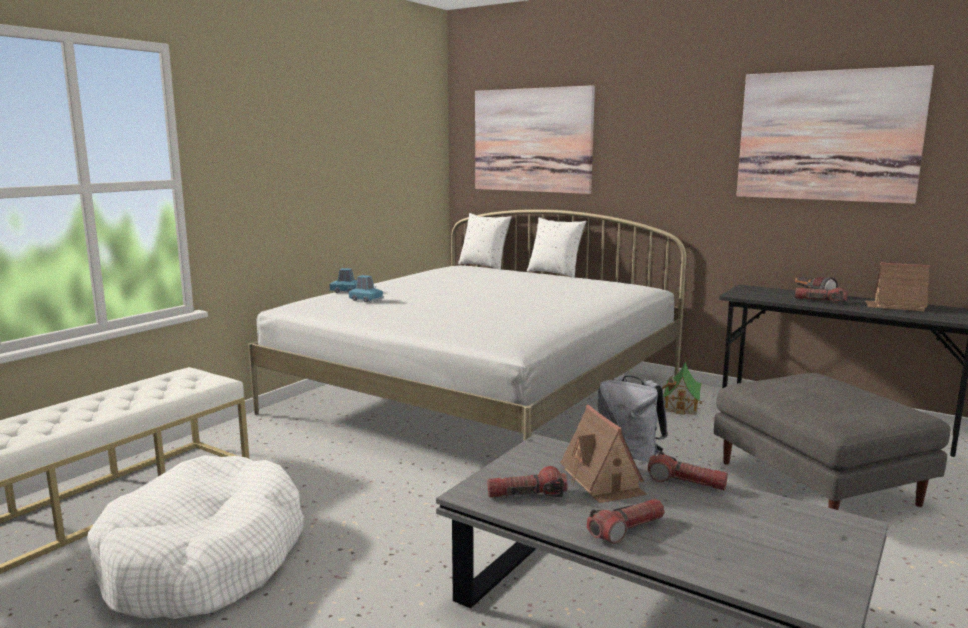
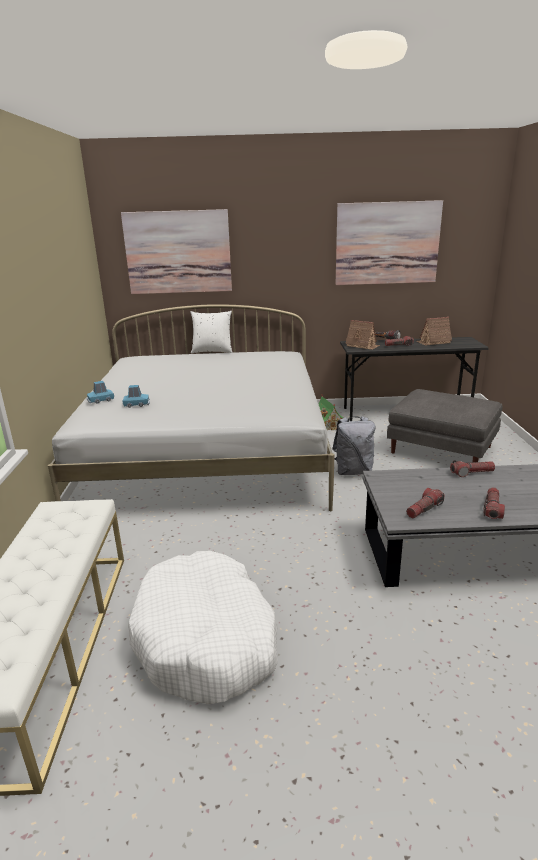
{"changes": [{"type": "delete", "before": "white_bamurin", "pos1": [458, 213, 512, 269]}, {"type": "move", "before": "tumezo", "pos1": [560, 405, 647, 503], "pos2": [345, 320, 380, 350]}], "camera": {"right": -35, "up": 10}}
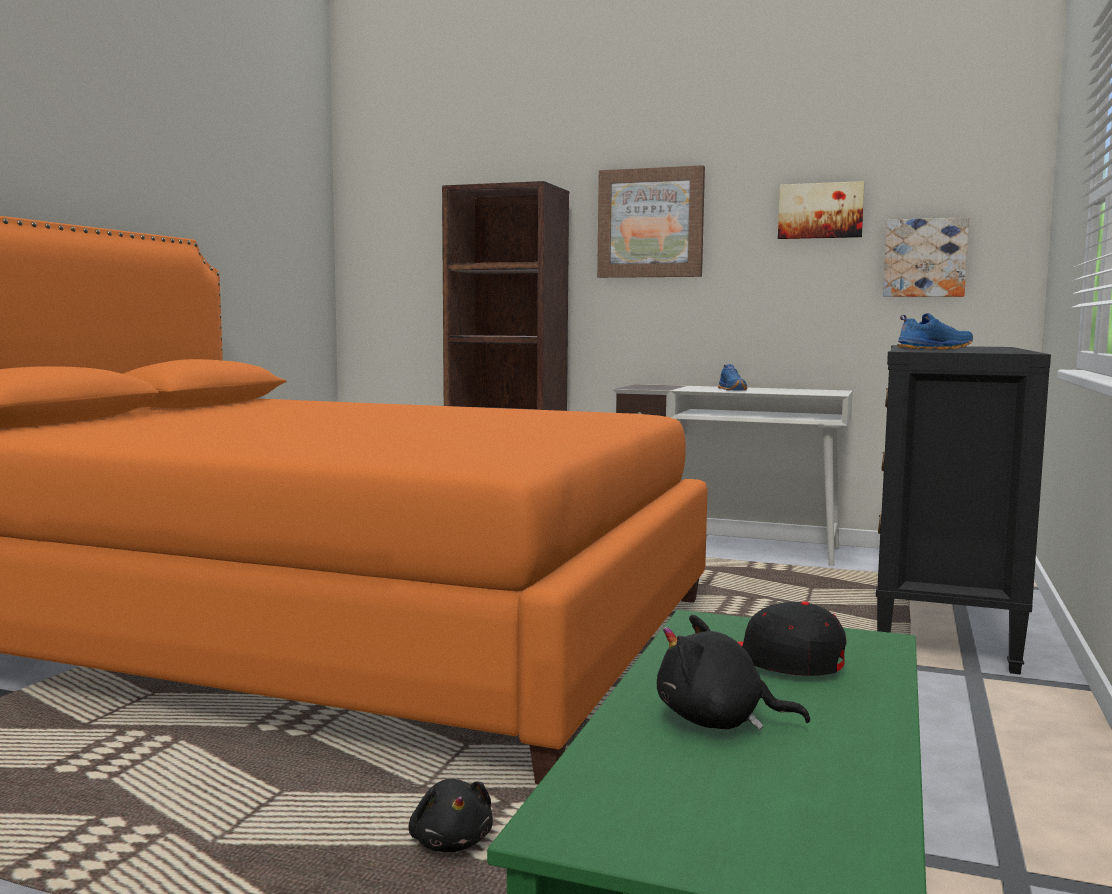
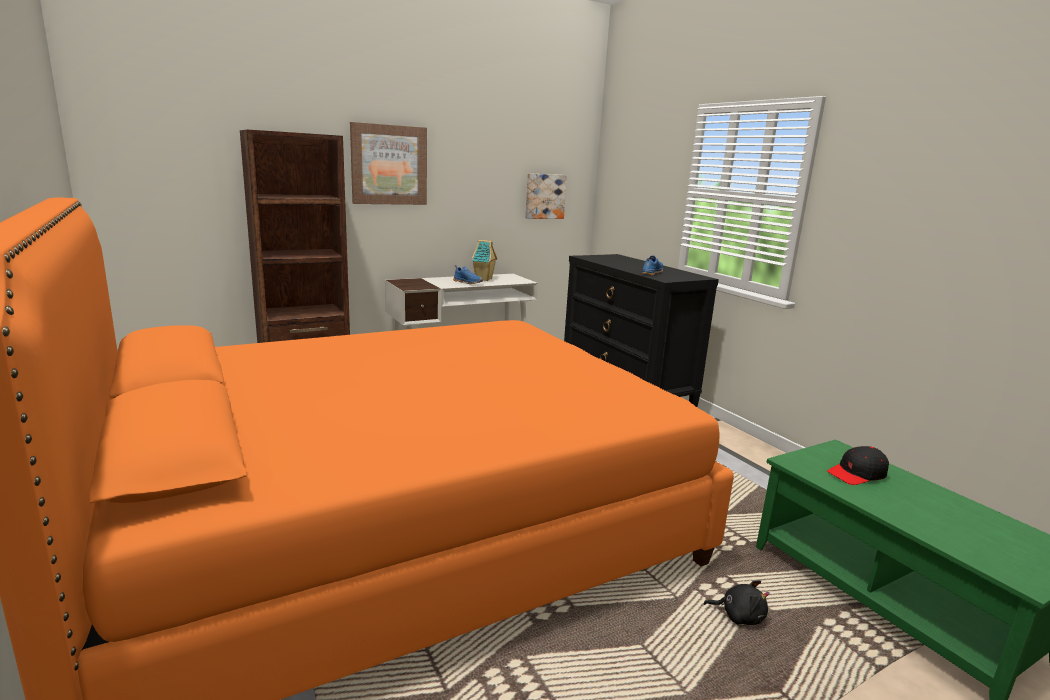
{"changes": [{"type": "delete", "before": "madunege", "pos1": [778, 181, 865, 239]}, {"type": "delete", "before": "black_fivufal", "pos1": [657, 615, 810, 730]}, {"type": "insert", "after": "tumezo", "pos2": [471, 239, 497, 281]}], "camera": {"right": -50, "up": 10}}
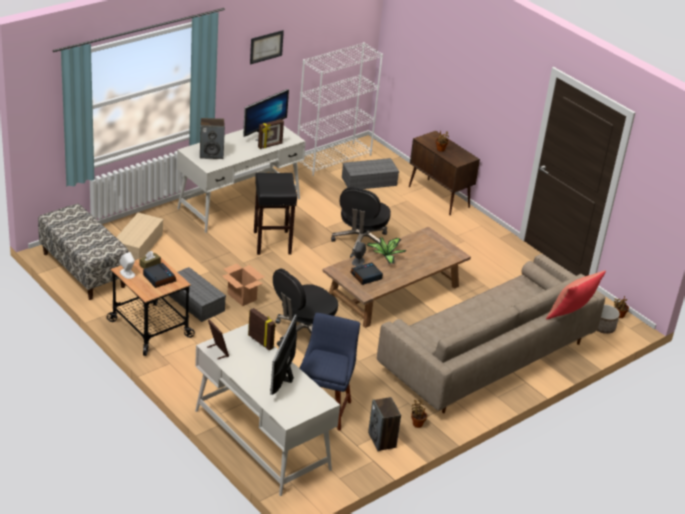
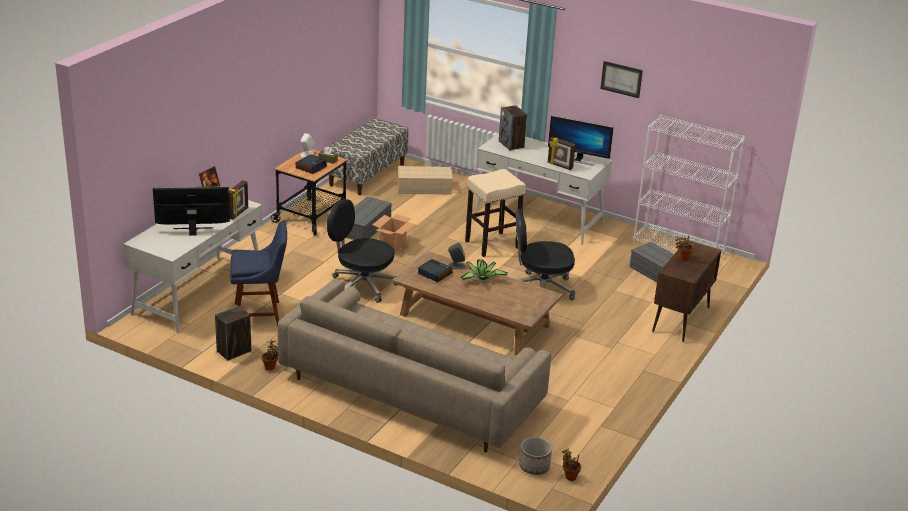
{"changes": [{"type": "recolor", "before": "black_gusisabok", "after": "beige_gusisabok", "pos1": [254, 173, 297, 255], "pos2": [465, 169, 526, 257]}, {"type": "delete", "before": "red_bamurin", "pos1": [546, 270, 606, 319]}], "camera": {"right": 70, "up": -5}}
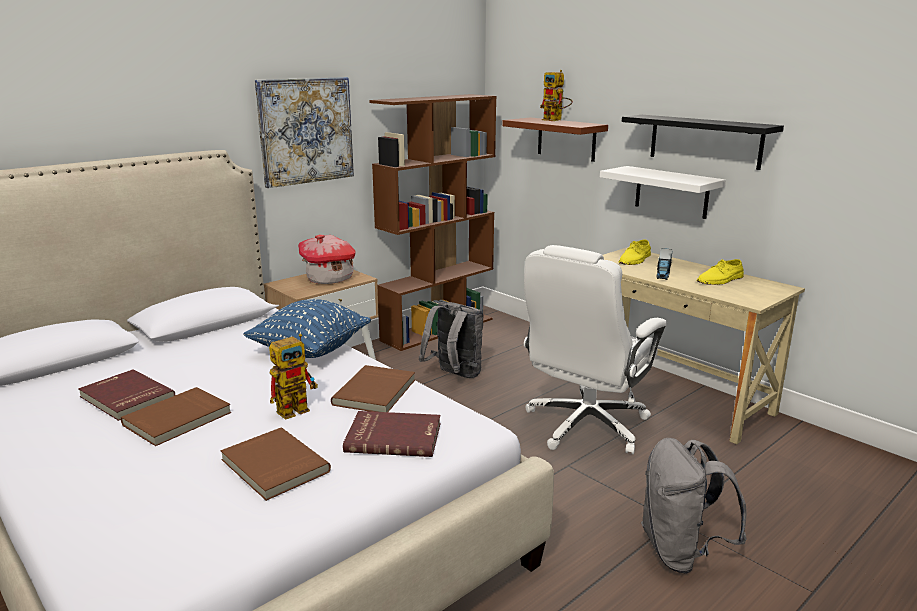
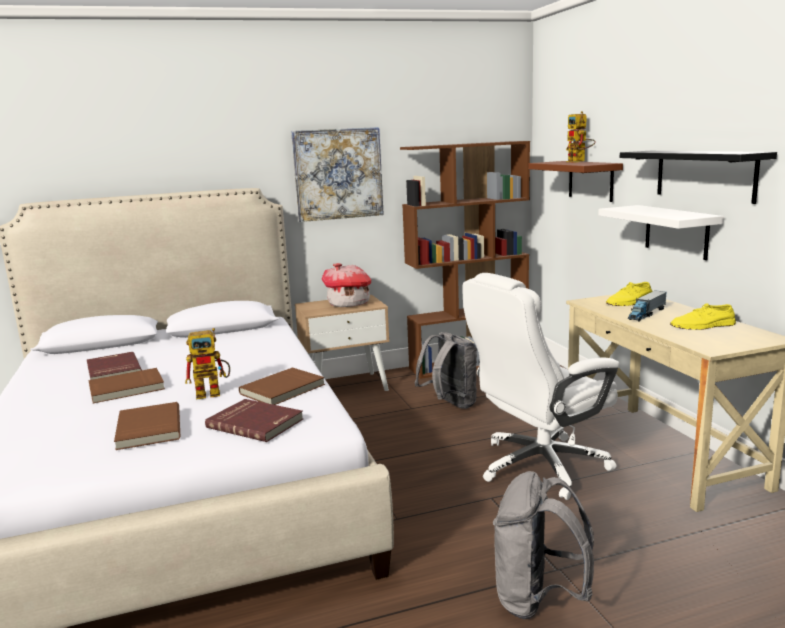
{"changes": [{"type": "delete", "before": "blue_bamurin", "pos1": [243, 299, 371, 358]}], "camera": {"right": 25, "up": -5}}
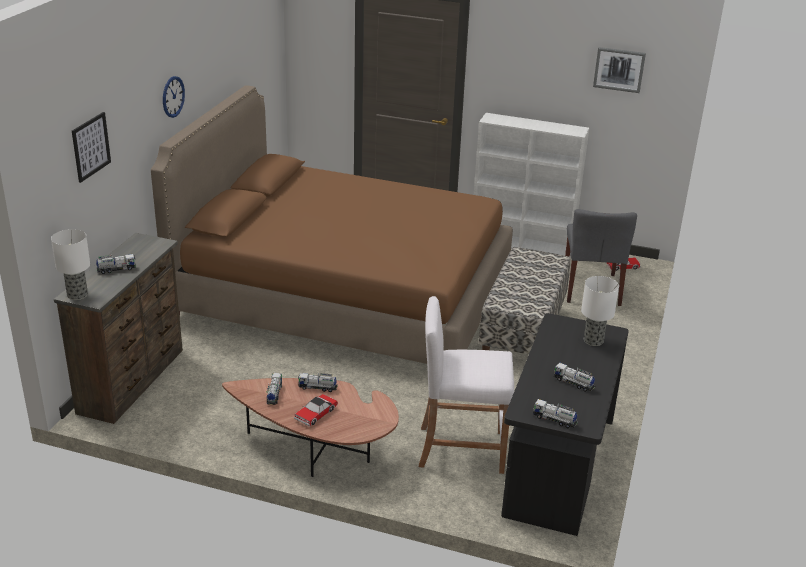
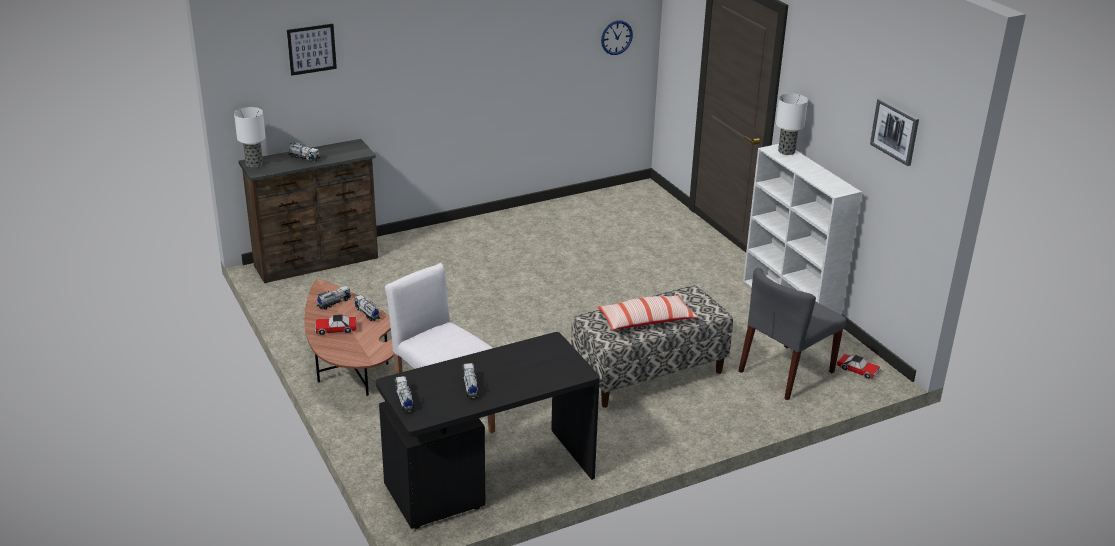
{"changes": [{"type": "move", "before": "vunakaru", "pos1": [163, 76, 185, 118], "pos2": [601, 20, 633, 55]}, {"type": "delete", "before": "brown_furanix", "pos1": [151, 85, 513, 364]}, {"type": "move", "before": "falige", "pos1": [581, 276, 619, 346], "pos2": [776, 93, 808, 155]}, {"type": "insert", "after": "bamurin", "pos2": [597, 294, 698, 330]}], "camera": {"right": 45, "up": 0}}
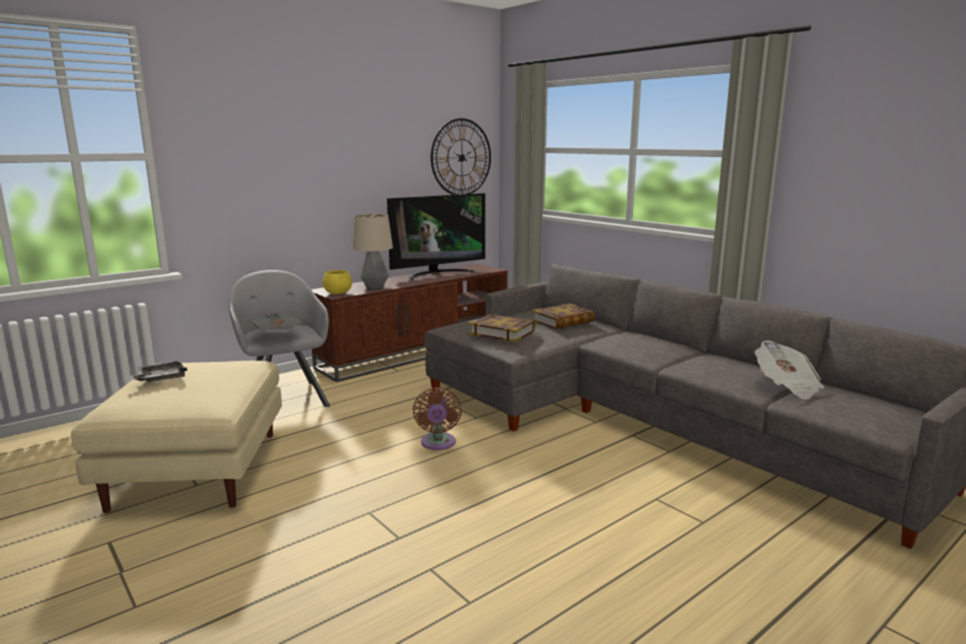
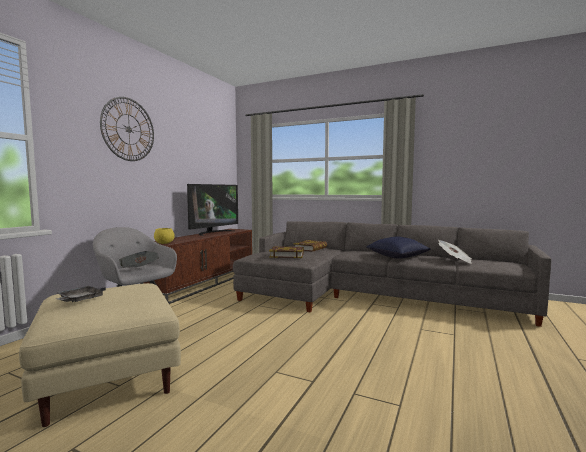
{"changes": [{"type": "move", "before": "vunakaru", "pos1": [431, 118, 491, 195], "pos2": [100, 97, 154, 161]}, {"type": "delete", "before": "falige", "pos1": [353, 214, 393, 289]}, {"type": "delete", "before": "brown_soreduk", "pos1": [413, 387, 462, 450]}, {"type": "insert", "after": "blue_bamurin", "pos2": [366, 237, 431, 259]}], "camera": {"right": -25, "up": -10}}
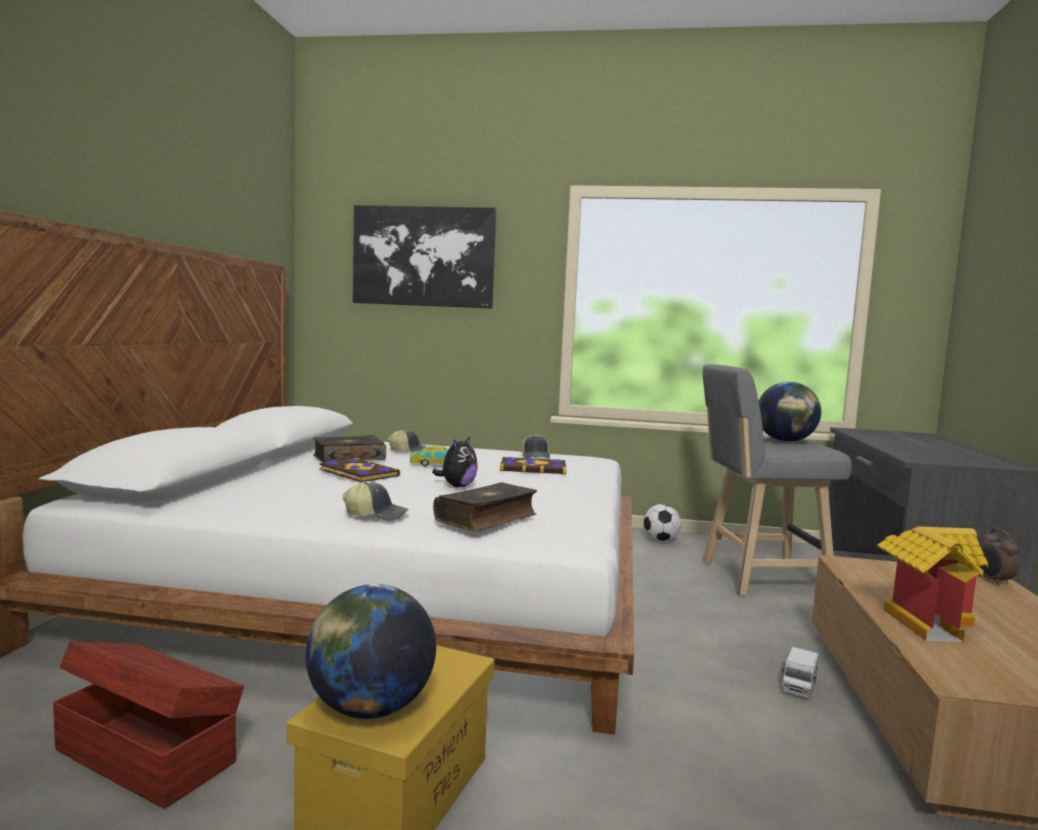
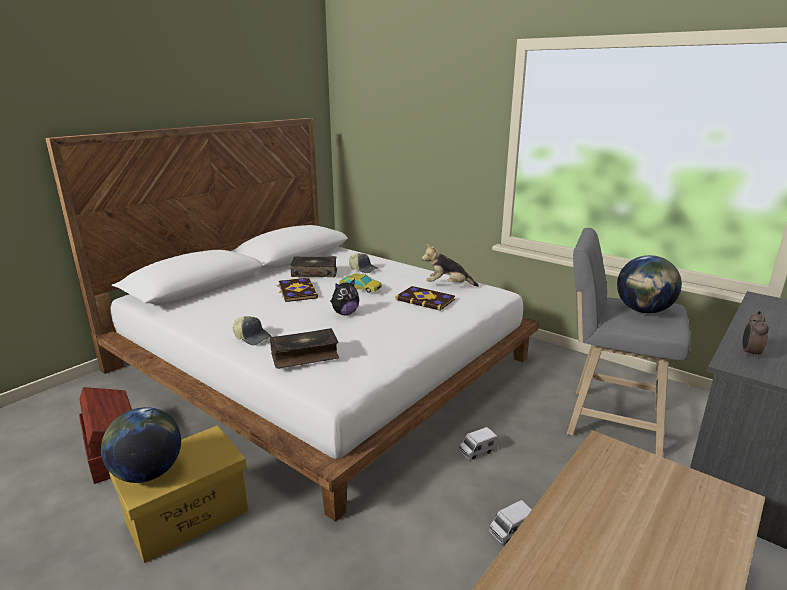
{"changes": [{"type": "delete", "before": "madunege", "pos1": [353, 205, 496, 308]}, {"type": "replace", "before": "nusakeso", "after": "fivufal", "pos1": [521, 434, 550, 458], "pos2": [422, 244, 479, 286]}, {"type": "delete", "before": "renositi", "pos1": [643, 504, 681, 542]}, {"type": "delete", "before": "tumezo", "pos1": [877, 526, 989, 642]}, {"type": "move", "before": "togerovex", "pos1": [979, 529, 1019, 586], "pos2": [742, 311, 769, 358]}, {"type": "insert", "after": "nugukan", "pos2": [459, 427, 497, 460]}], "camera": {"right": 30, "up": 15}}
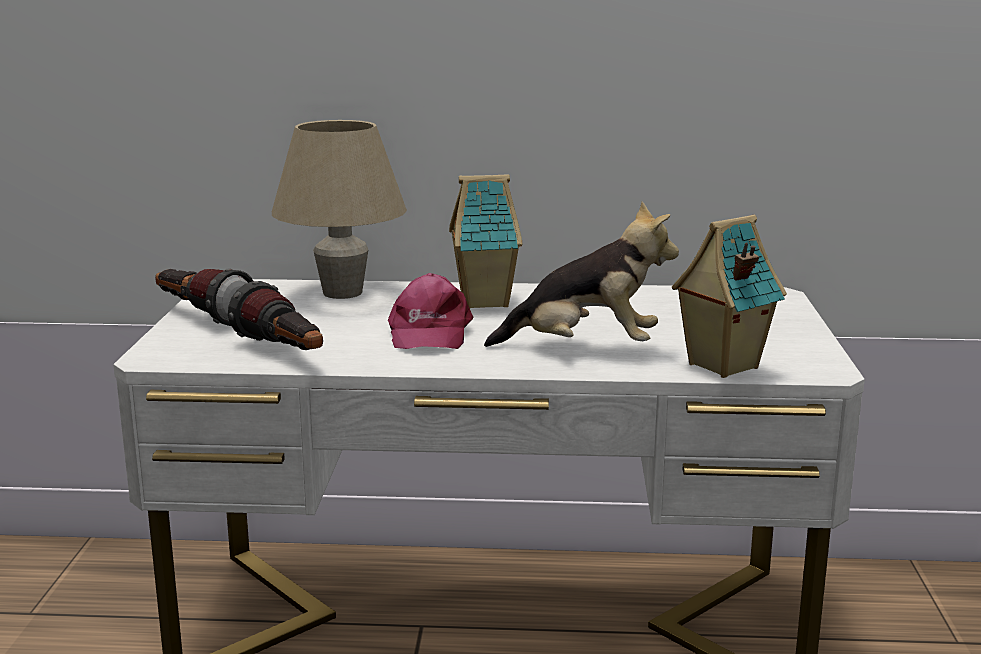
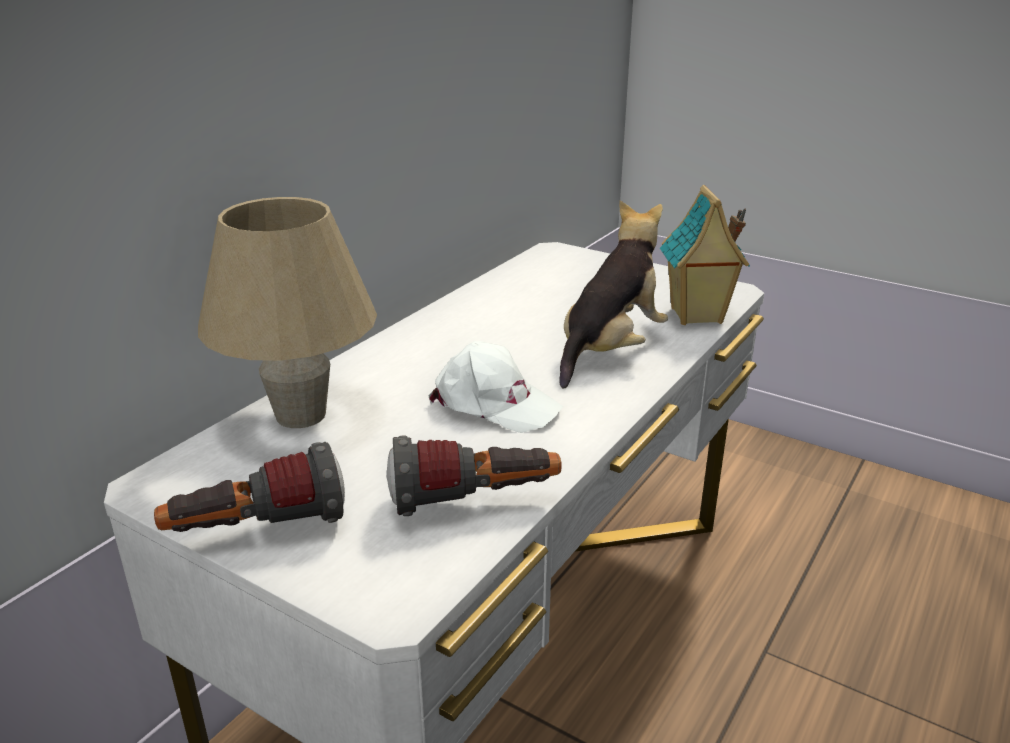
{"changes": [{"type": "delete", "before": "tumezo", "pos1": [449, 174, 523, 308]}, {"type": "recolor", "before": "pink_nusakeso", "after": "white_nusakeso", "pos1": [388, 273, 474, 349], "pos2": [429, 341, 563, 433]}], "camera": {"right": -60, "up": 10}}
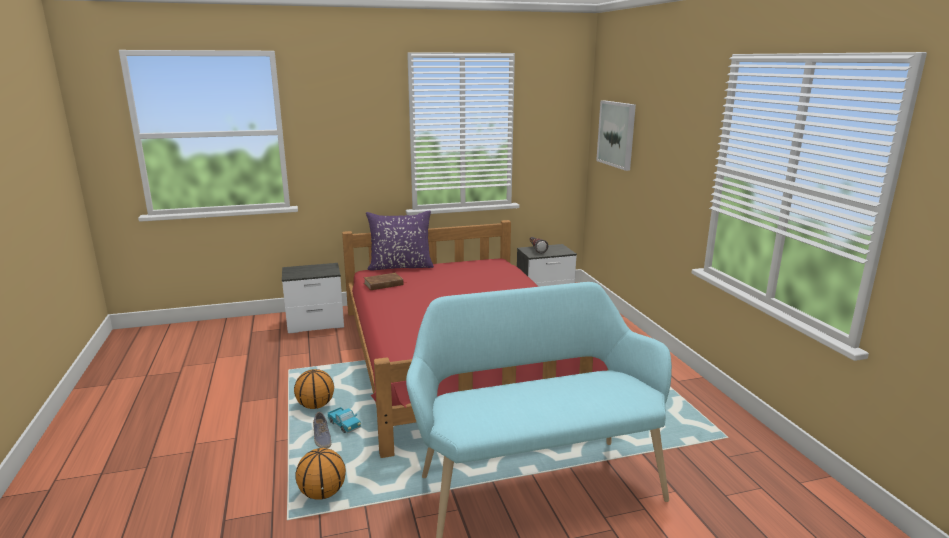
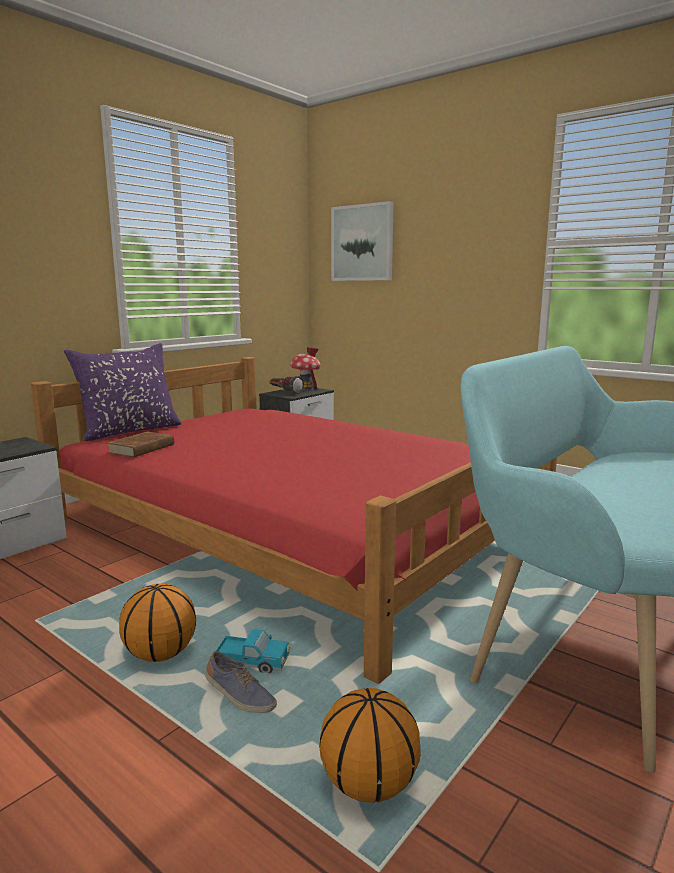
{"changes": [{"type": "insert", "after": "tumezo", "pos2": [290, 347, 321, 391]}], "camera": {"right": -35, "up": -5}}
